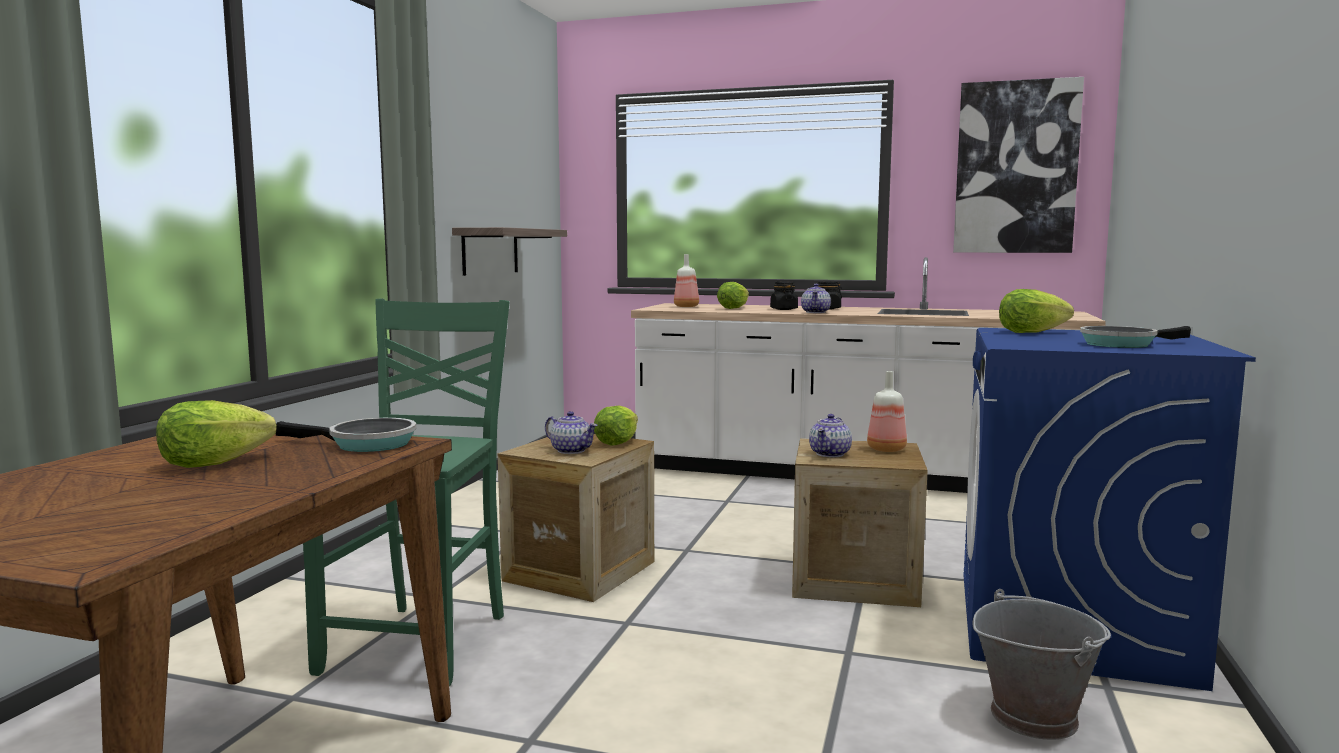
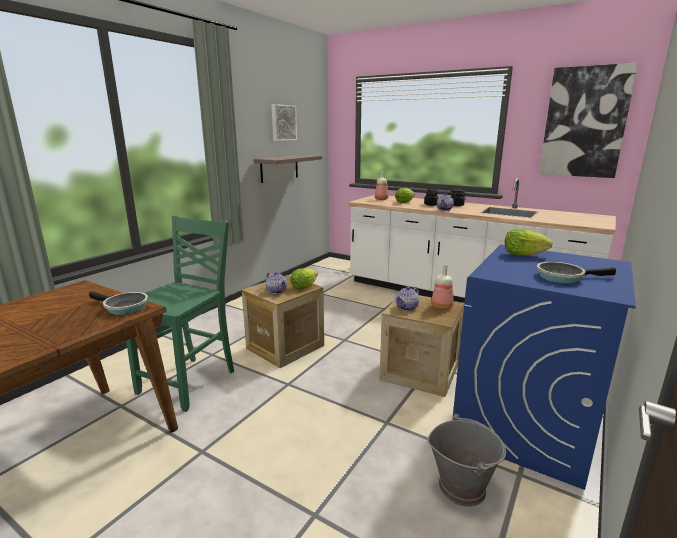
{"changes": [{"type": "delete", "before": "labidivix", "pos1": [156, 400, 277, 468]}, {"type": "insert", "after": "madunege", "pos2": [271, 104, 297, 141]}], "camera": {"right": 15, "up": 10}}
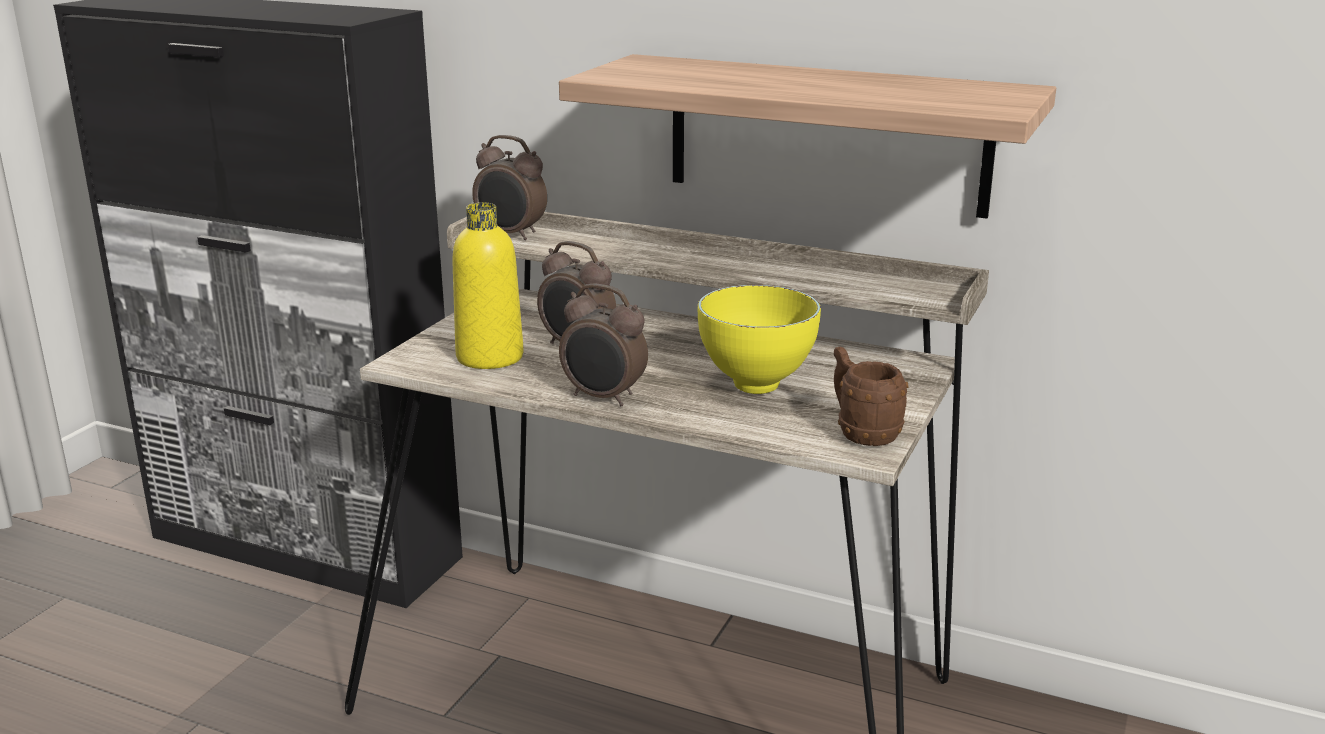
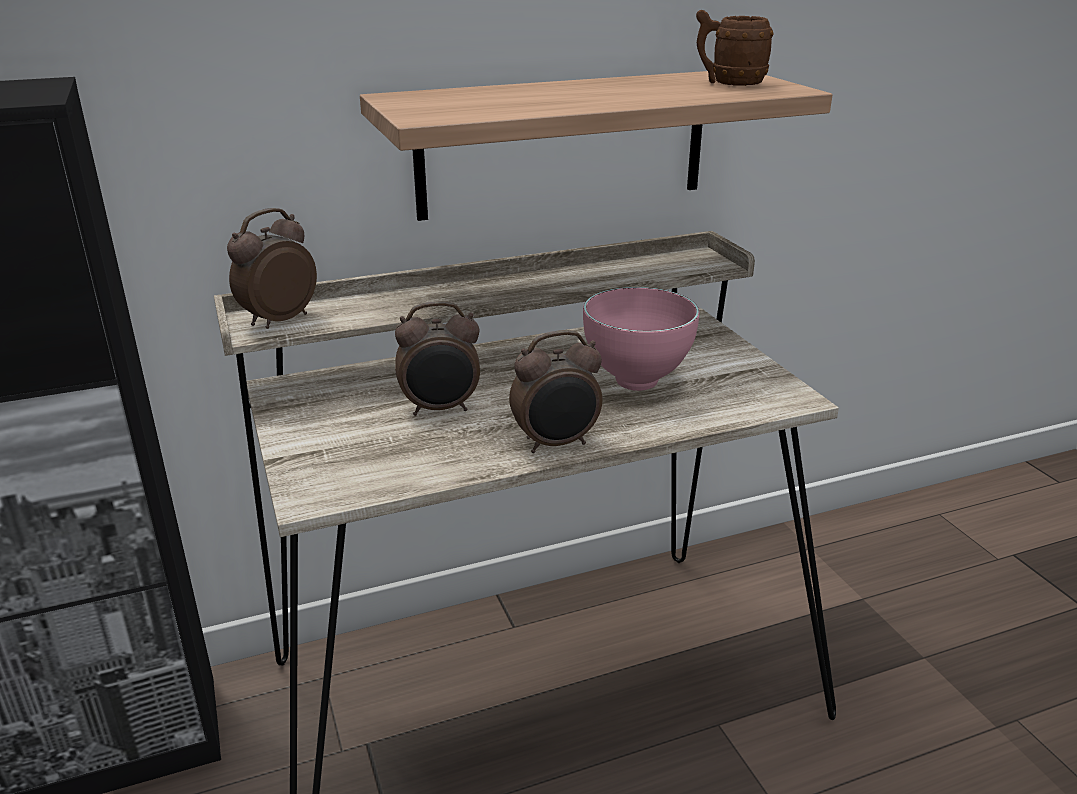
{"changes": [{"type": "rotate", "before": "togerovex", "pos1": [472, 135, 547, 240], "pos2": [227, 208, 317, 329], "turn": 150}, {"type": "delete", "before": "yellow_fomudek", "pos1": [452, 202, 524, 369]}, {"type": "recolor", "before": "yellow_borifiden", "after": "pink_borifiden", "pos1": [698, 285, 821, 394], "pos2": [583, 287, 699, 391]}, {"type": "move", "before": "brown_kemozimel", "pos1": [834, 347, 908, 446], "pos2": [696, 10, 774, 86]}], "camera": {"right": -45, "up": 5}}
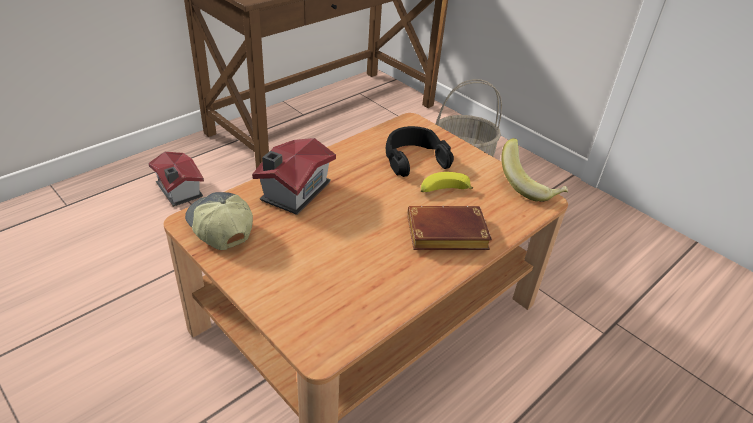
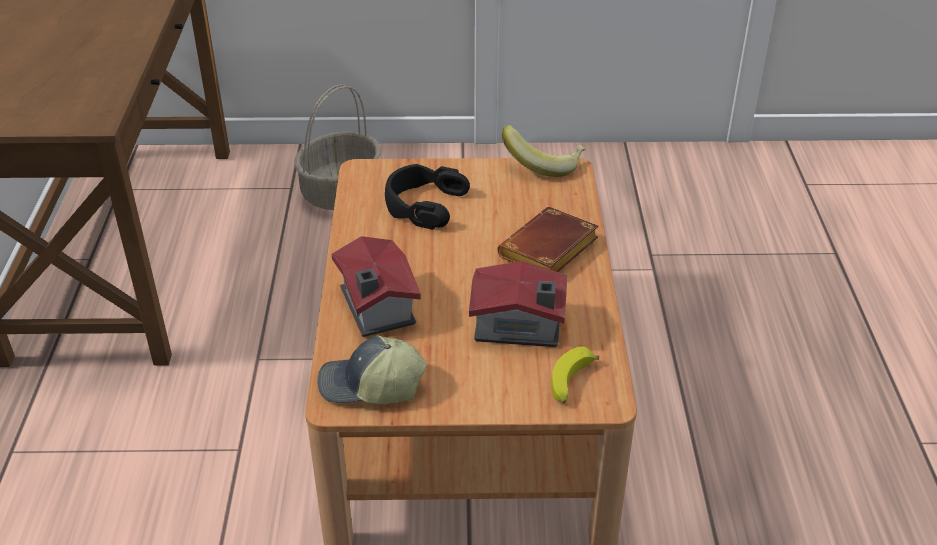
{"changes": [{"type": "move", "before": "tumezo", "pos1": [148, 152, 204, 207], "pos2": [469, 261, 567, 347]}, {"type": "move", "before": "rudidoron", "pos1": [421, 172, 473, 192], "pos2": [551, 346, 599, 403]}], "camera": {"right": -45, "up": 0}}
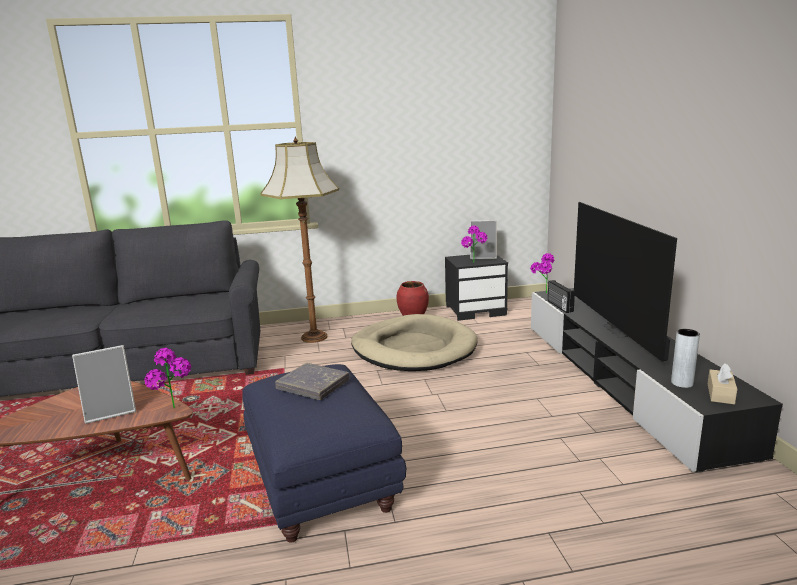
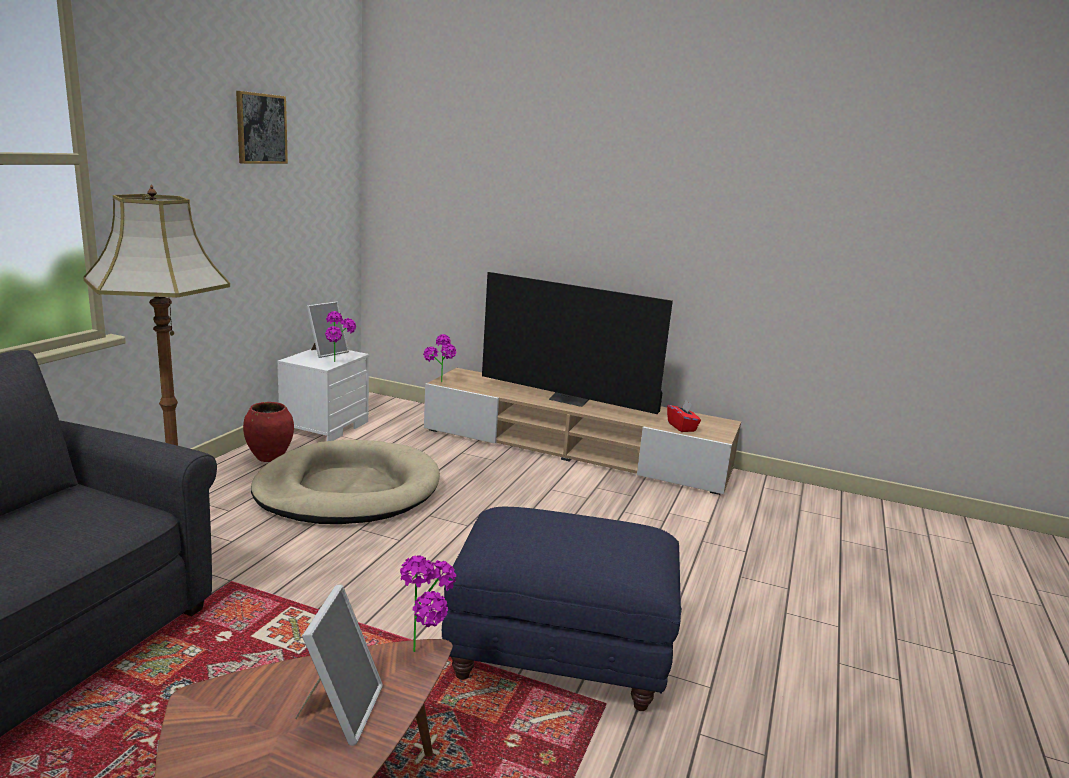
{"changes": [{"type": "recolor", "before": "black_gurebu", "after": "white_gurebu", "pos1": [445, 255, 508, 321], "pos2": [277, 349, 369, 441]}, {"type": "delete", "before": "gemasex", "pos1": [548, 280, 575, 313]}, {"type": "recolor", "before": "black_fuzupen", "after": "beige_fuzupen", "pos1": [531, 288, 783, 472], "pos2": [424, 368, 741, 495]}, {"type": "replace", "before": "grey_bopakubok", "after": "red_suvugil", "pos1": [671, 329, 700, 388], "pos2": [667, 401, 701, 432]}, {"type": "delete", "before": "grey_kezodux", "pos1": [275, 363, 350, 400]}, {"type": "delete", "before": "beige_suvugil", "pos1": [708, 363, 737, 405]}, {"type": "insert", "after": "madunege", "pos2": [236, 91, 288, 164]}], "camera": {"right": -60, "up": 0}}
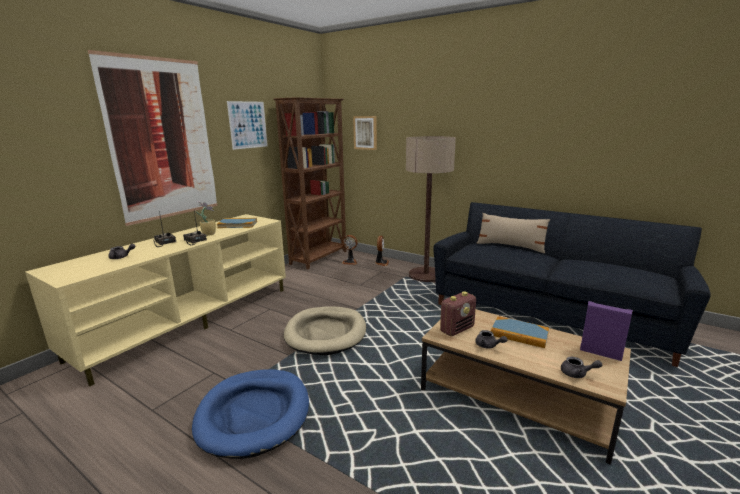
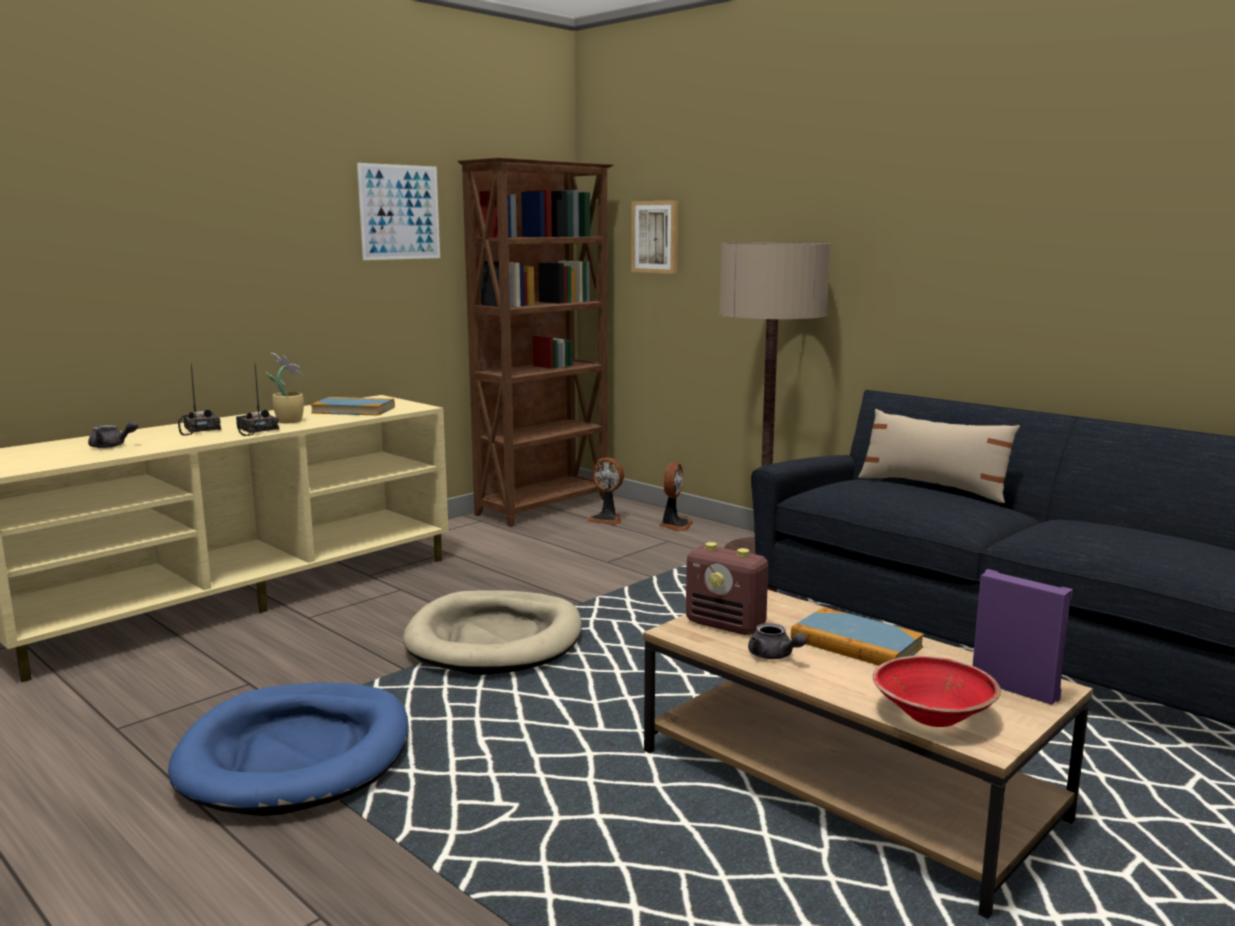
{"changes": [{"type": "delete", "before": "madunege", "pos1": [88, 50, 217, 226]}, {"type": "rotate", "before": "gemasex", "pos1": [440, 292, 476, 336], "pos2": [686, 542, 768, 635], "turn": 60}, {"type": "replace", "before": "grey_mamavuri", "after": "red_borifiden", "pos1": [561, 357, 602, 378], "pos2": [873, 656, 1001, 727]}], "camera": {"right": 10, "up": -5}}
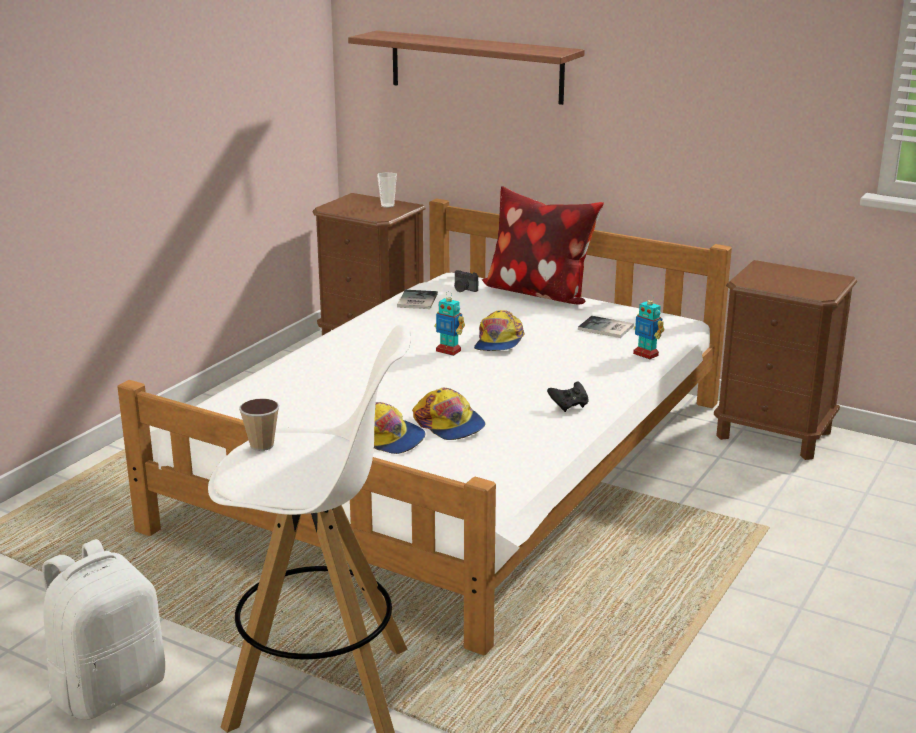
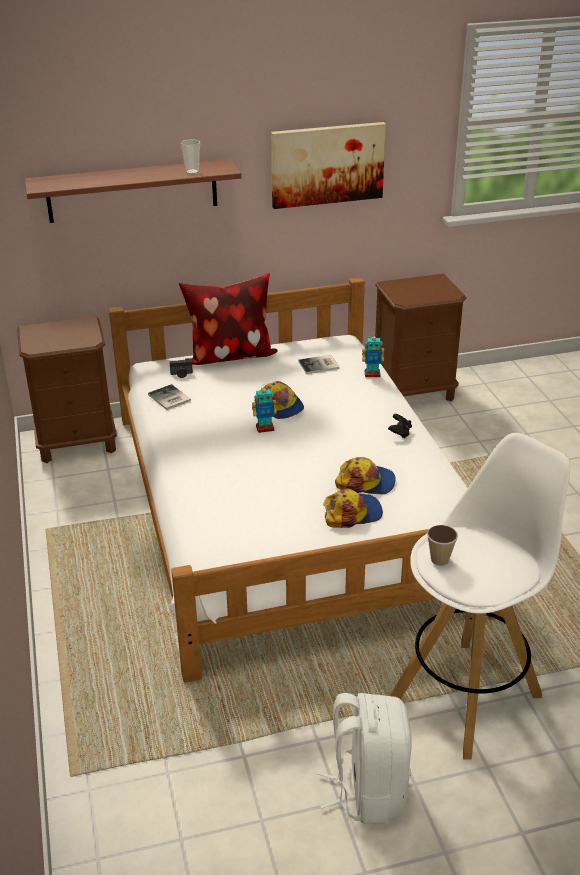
{"changes": [{"type": "move", "before": "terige", "pos1": [377, 172, 397, 208], "pos2": [180, 139, 200, 174]}, {"type": "insert", "after": "madunege", "pos2": [271, 122, 386, 209]}], "camera": {"right": -45, "up": 10}}
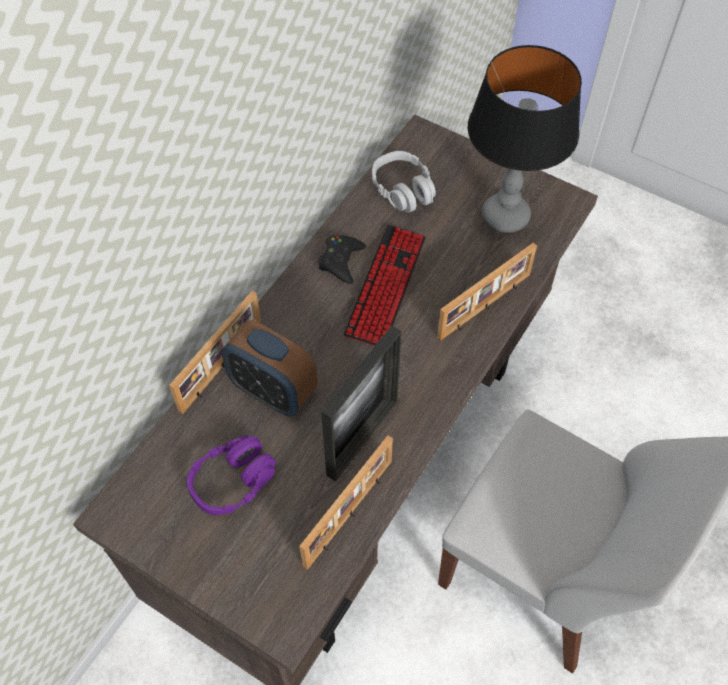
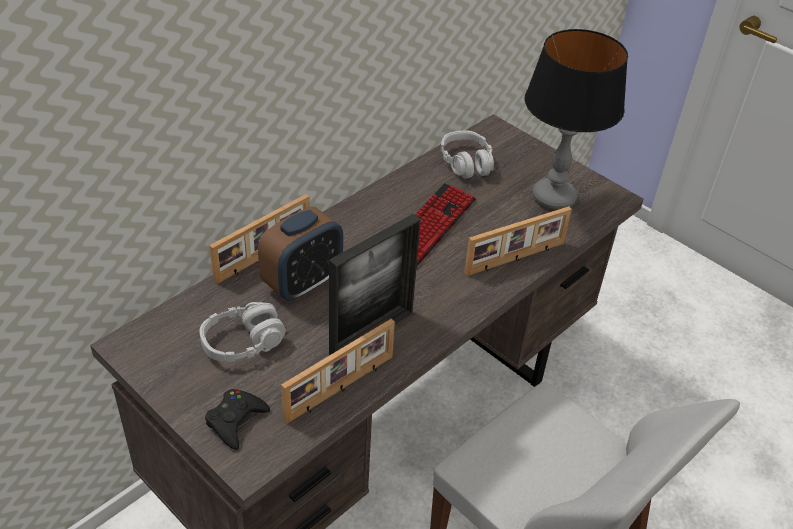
{"changes": [{"type": "move", "before": "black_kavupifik", "pos1": [318, 235, 366, 284], "pos2": [205, 389, 270, 450]}, {"type": "rotate", "before": "togerovex", "pos1": [222, 320, 318, 417], "pos2": [258, 207, 343, 301], "turn": -90}, {"type": "recolor", "before": "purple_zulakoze", "after": "grey_zulakoze", "pos1": [187, 436, 276, 515], "pos2": [200, 302, 286, 362]}], "camera": {"right": 10, "up": -15}}
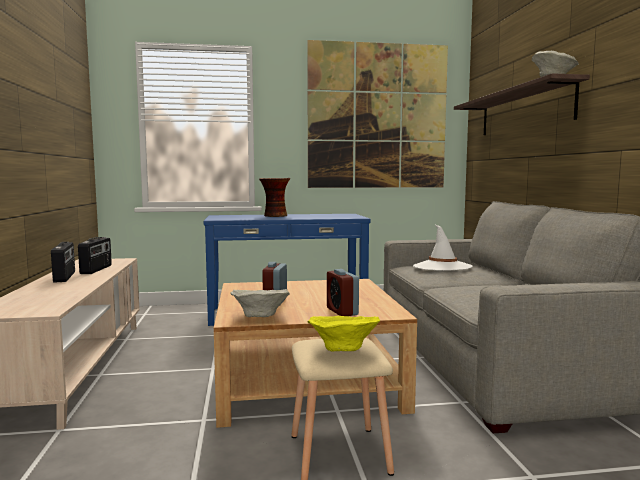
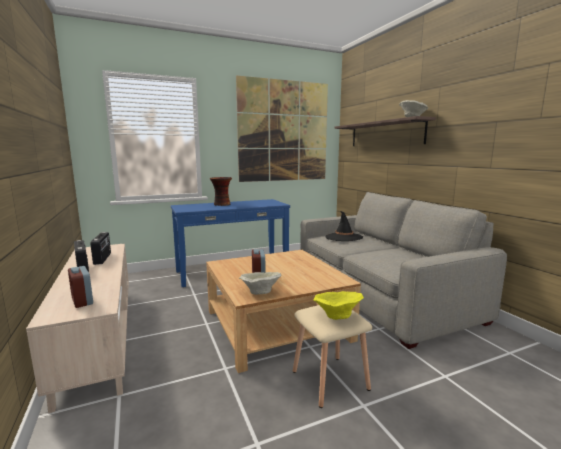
{"changes": [{"type": "recolor", "before": "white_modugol", "after": "black_modugol", "pos1": [413, 224, 473, 271], "pos2": [325, 211, 363, 241]}, {"type": "move", "before": "togerovex", "pos1": [327, 269, 359, 316], "pos2": [68, 266, 93, 308]}], "camera": {"right": -15, "up": 5}}
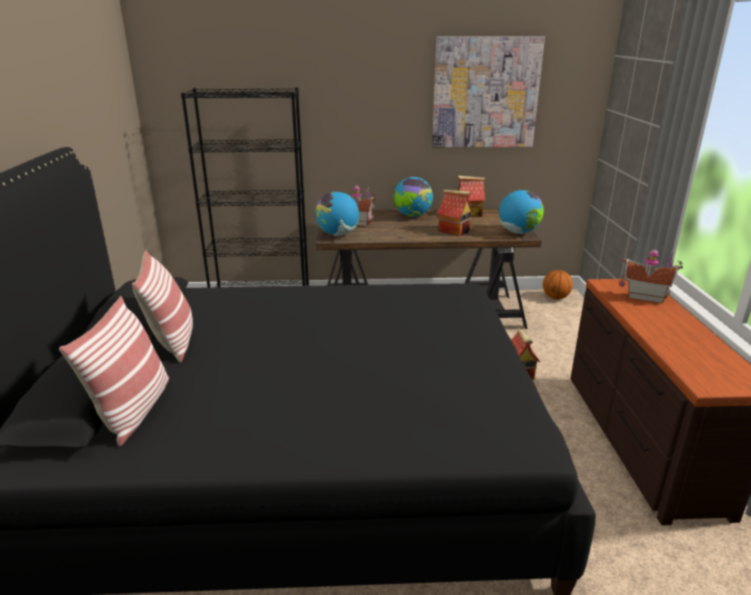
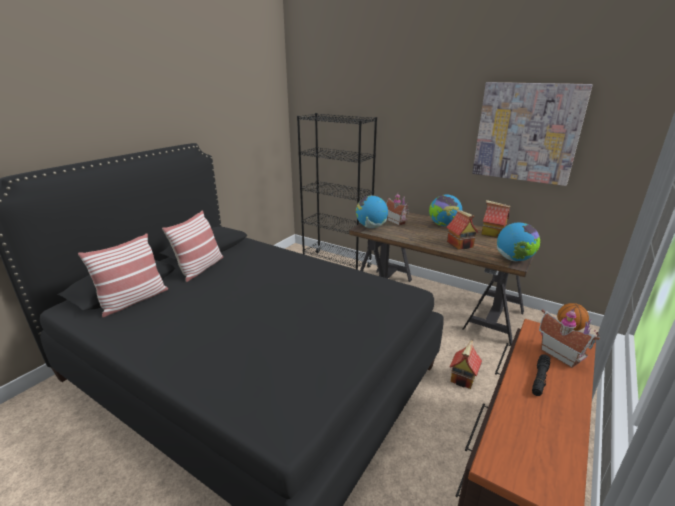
{"changes": [{"type": "insert", "after": "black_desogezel", "pos2": [532, 354, 551, 396]}], "camera": {"right": 35, "up": 0}}
